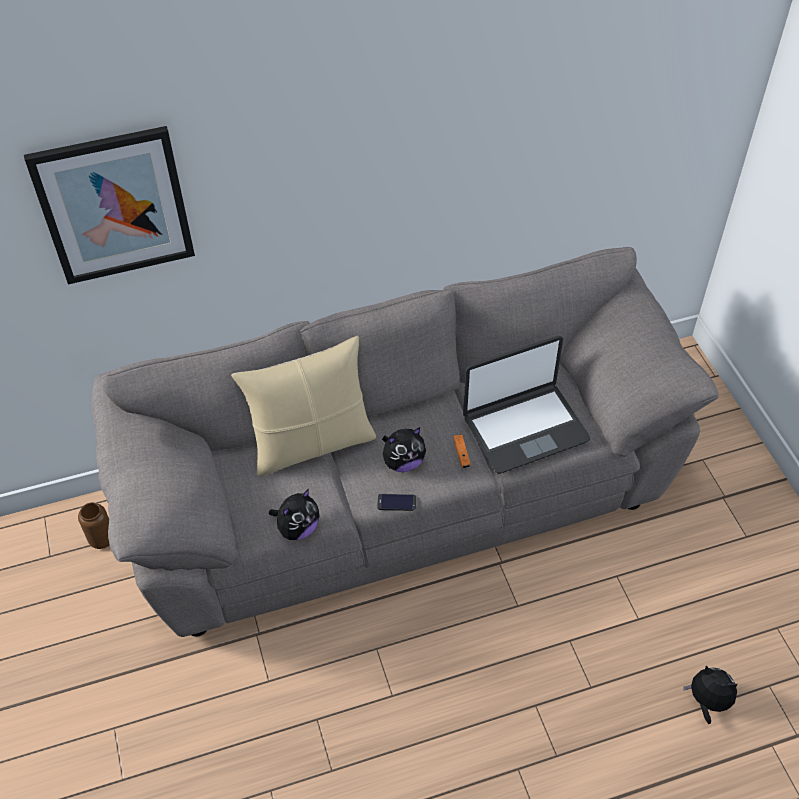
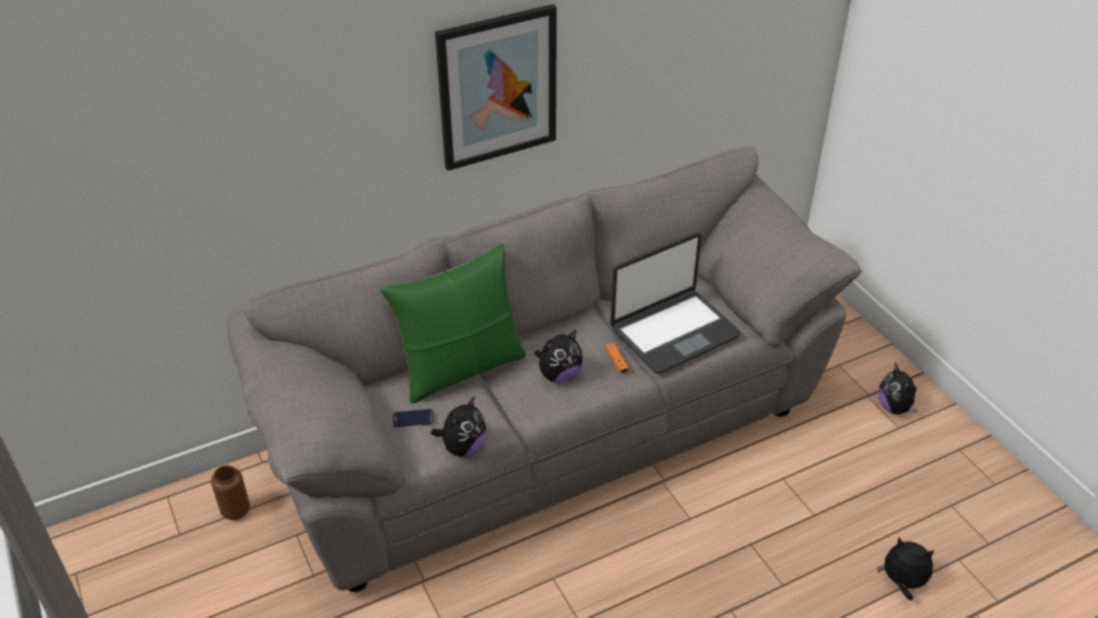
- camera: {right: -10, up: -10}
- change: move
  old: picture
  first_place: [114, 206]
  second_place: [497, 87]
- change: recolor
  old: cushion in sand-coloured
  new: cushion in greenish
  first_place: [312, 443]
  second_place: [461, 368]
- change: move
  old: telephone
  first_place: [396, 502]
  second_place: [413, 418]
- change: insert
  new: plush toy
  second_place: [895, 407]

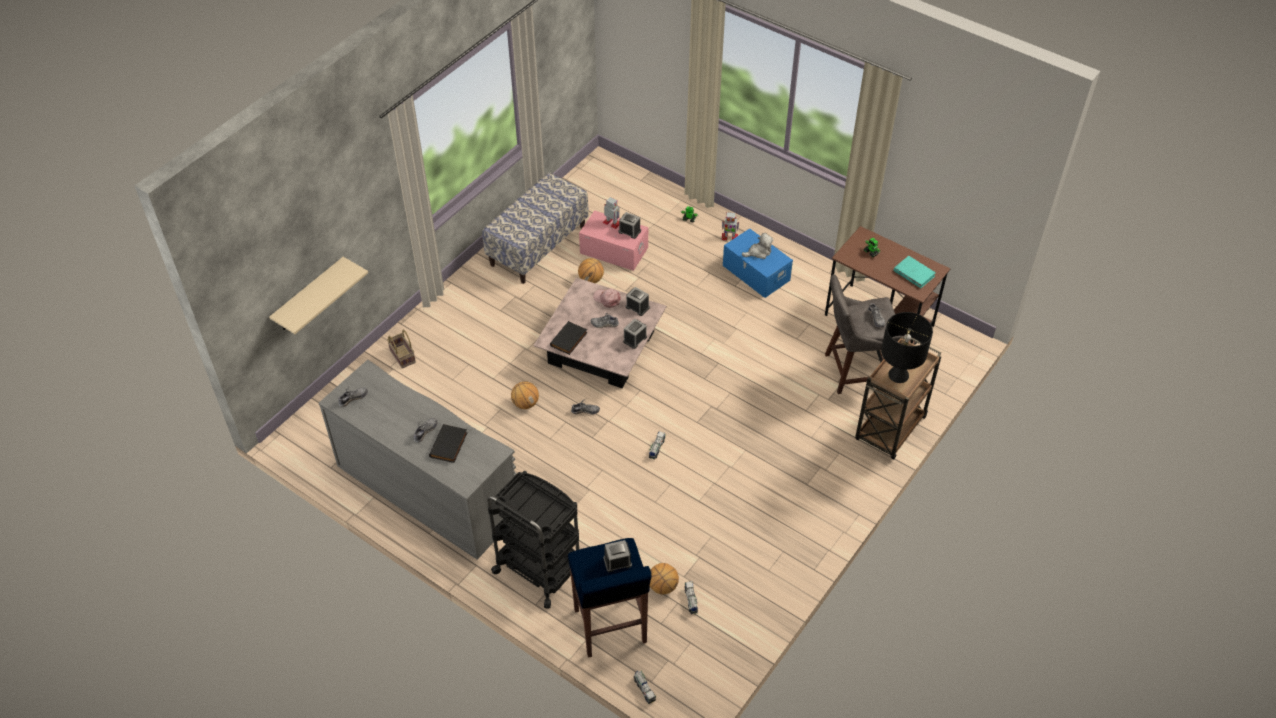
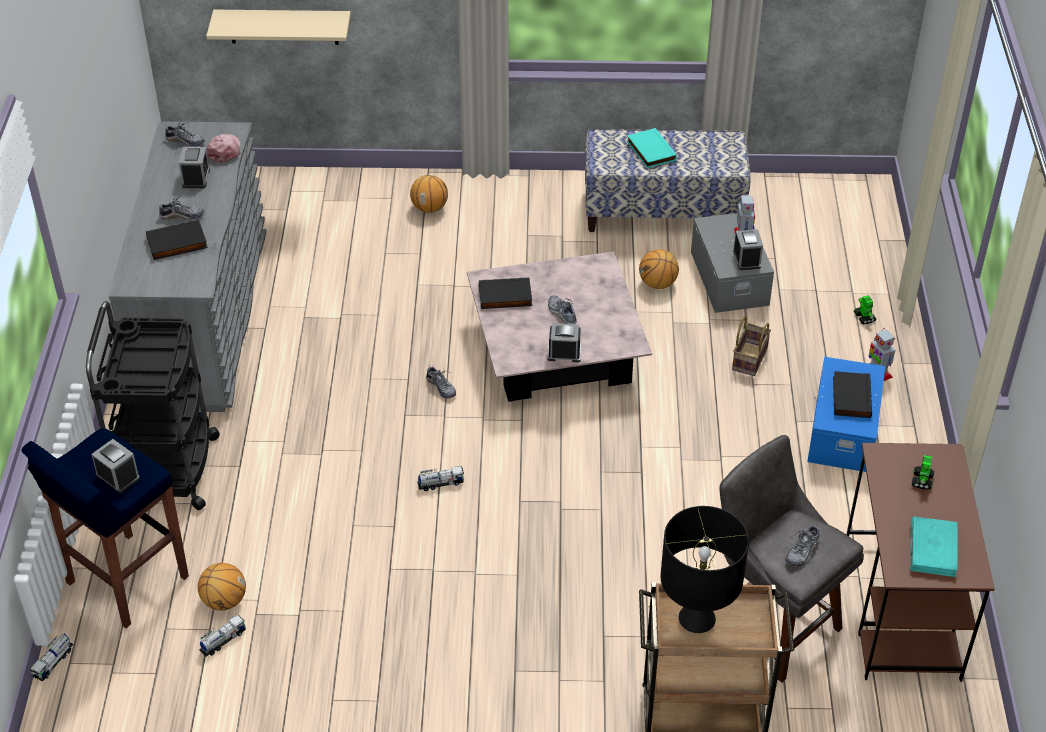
- camera: {right: 55, up: -5}
- change: move
  old: basket
  first_place: [401, 356]
  second_place: [749, 358]
- change: move
  old: ball for basketball
  first_place: [525, 403]
  second_place: [429, 208]
- change: recolor
  old: storage box in pink-coloured
  new: storage box in grey
  first_place: [614, 249]
  second_place: [730, 277]
- change: move
  old: baseball cap in pink-coloured
  first_place: [607, 299]
  second_place: [224, 150]
- change: move
  old: bedside clock
  first_place: [637, 307]
  second_place: [196, 178]
- change: replace
  old: plush toy
  new: volume in black
  first_place: [758, 252]
  second_place: [850, 397]
- change: insert
  new: volume in blue-green
  second_place: [650, 151]

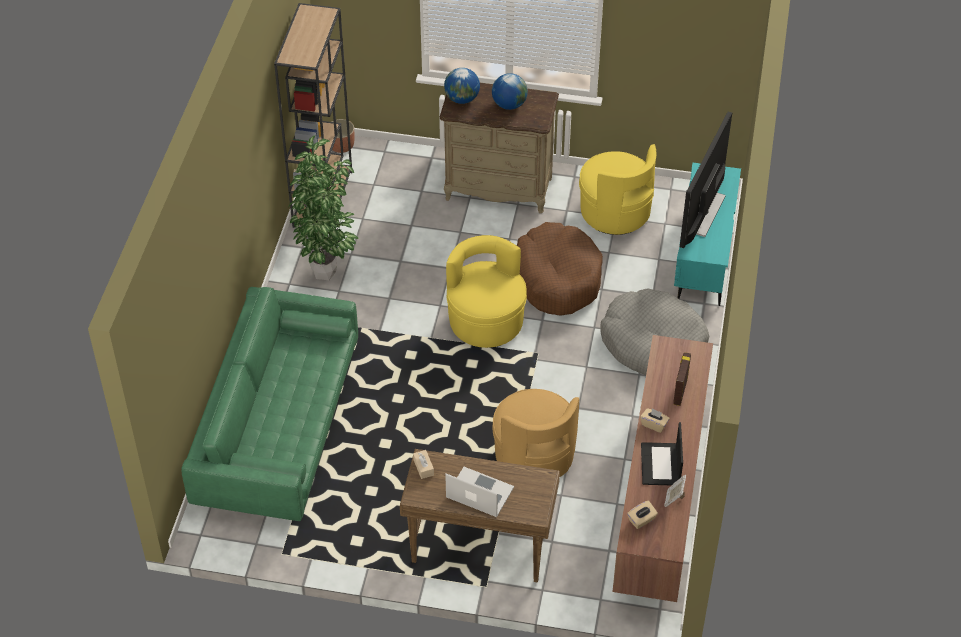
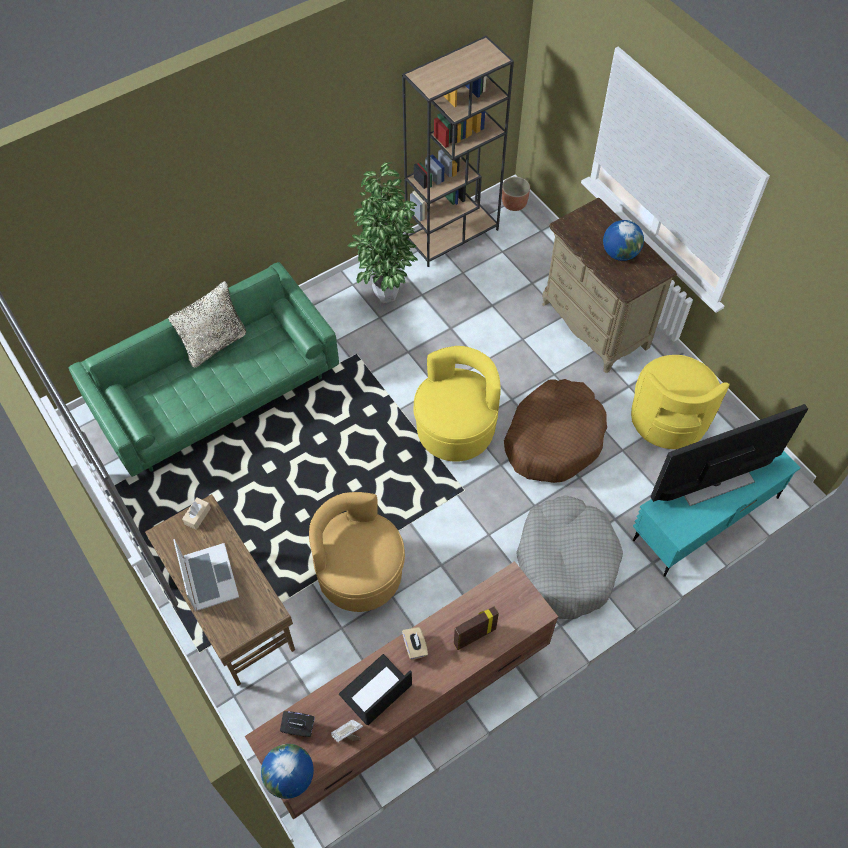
- camera: {right: 45, up: 10}
- change: move
  old: globe
  first_place: [462, 99]
  second_place: [290, 777]
- change: rotate
  old: armchair in sand-coloured
  first_place: [534, 455]
  second_place: [360, 574]
  degrees: 105
- change: recolor
  old: tissue holder in sand-coloured
  new: tissue holder in black
  first_place: [642, 520]
  second_place: [298, 727]
- change: insert
  new: cushion in sand-coloured
  second_place: [215, 345]

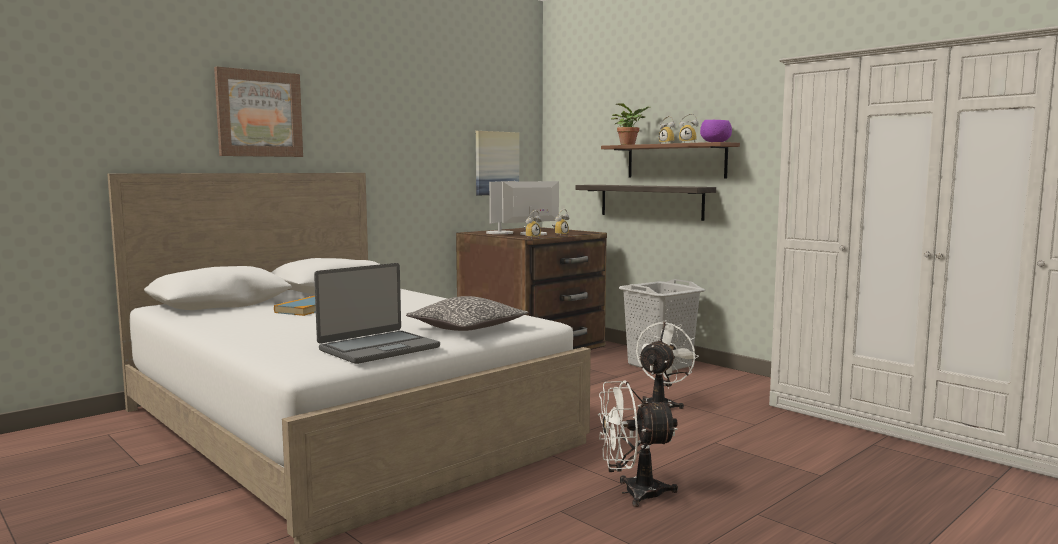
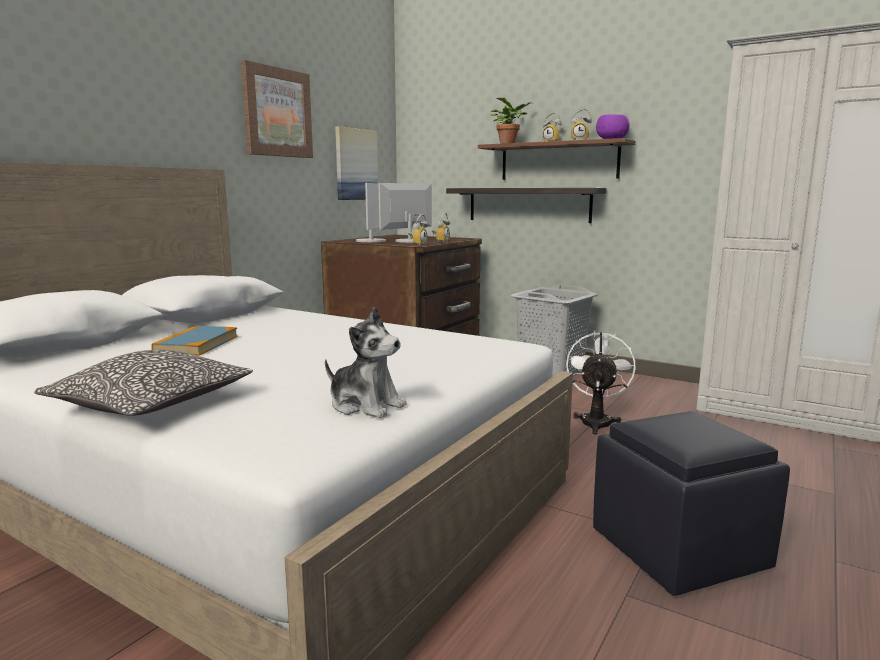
- camera: {right: -15, up: 5}
- change: move
  old: picture
  first_place: [259, 114]
  second_place: [277, 112]
- change: replace
  old: notebook computer
  new: plush toy
  first_place: [378, 348]
  second_place: [365, 405]
- change: move
  old: cushion
  first_place: [467, 328]
  second_place: [151, 404]
- change: replace
  old: fan in whitish
  new: ottoman in black
  first_place: [633, 493]
  second_place: [680, 550]

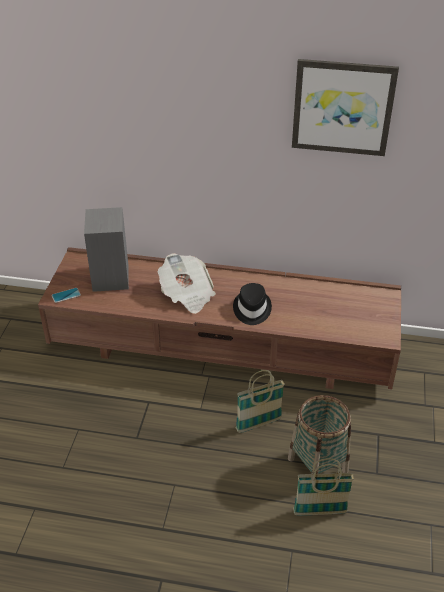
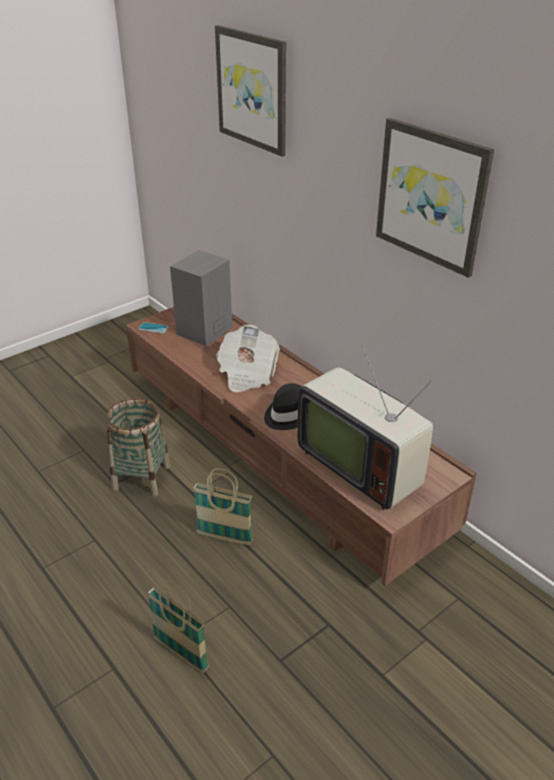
- camera: {right: 40, up: -5}
- change: move
  old: basket
  first_place: [317, 465]
  second_place: [142, 477]
- change: insert
  new: picture
  second_place: [252, 90]
- change: insert
  new: TV set
  second_place: [361, 465]

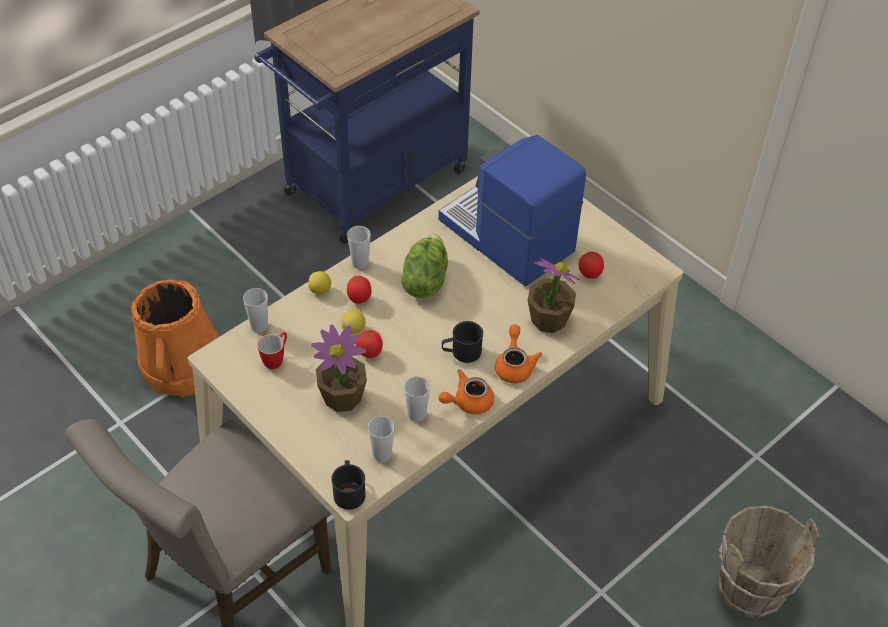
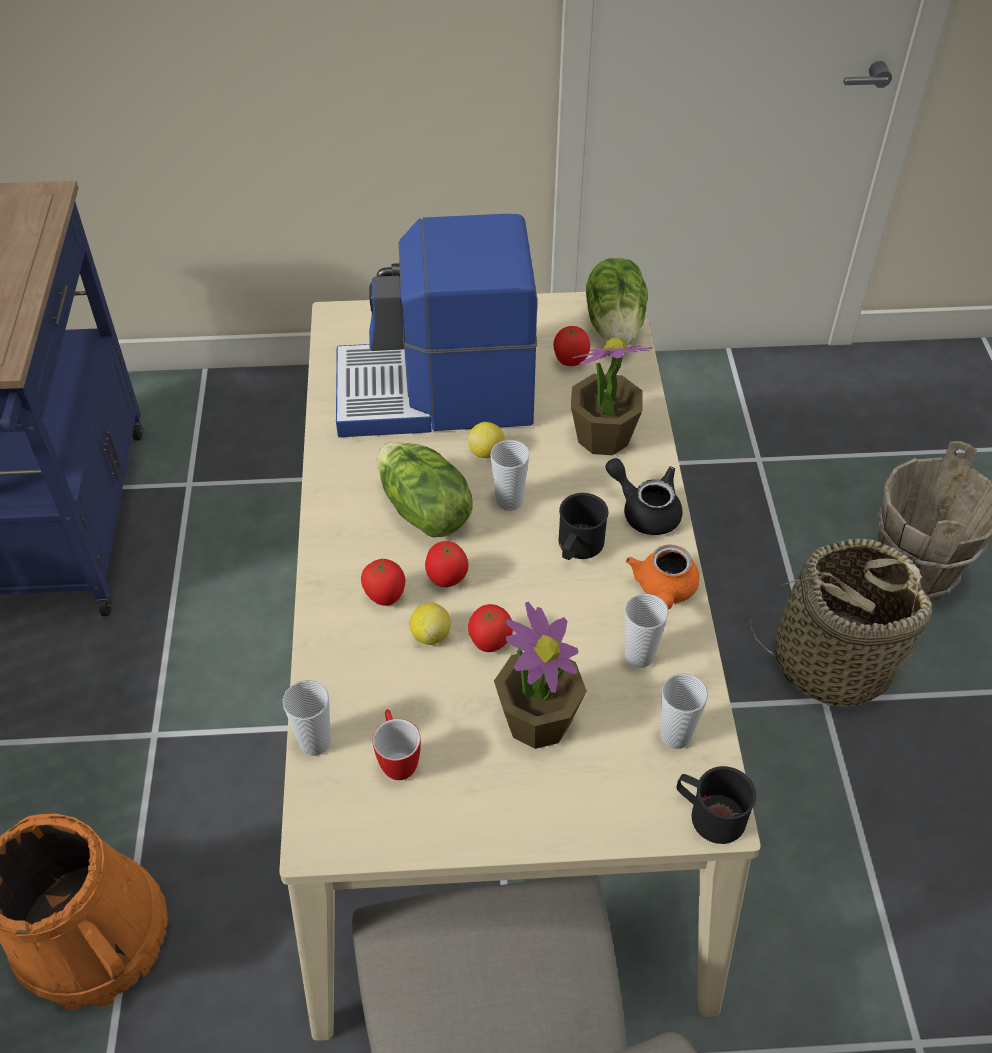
- camera: {right: -50, up: 0}
- change: move
  old: whole lemon
  first_place: [320, 290]
  second_place: [486, 452]
- change: move
  old: drinking cup
  first_place: [360, 263]
  second_place: [509, 501]
- change: recolor
  old: tea pot in orange
  new: tea pot in black
  first_place: [514, 365]
  second_place: [645, 510]
- change: insert
  new: fresh tomato
  second_place: [447, 580]
- change: insert
  new: lettuce head
  second_place: [616, 325]
- change: insert
  new: basket
  second_place: [832, 660]

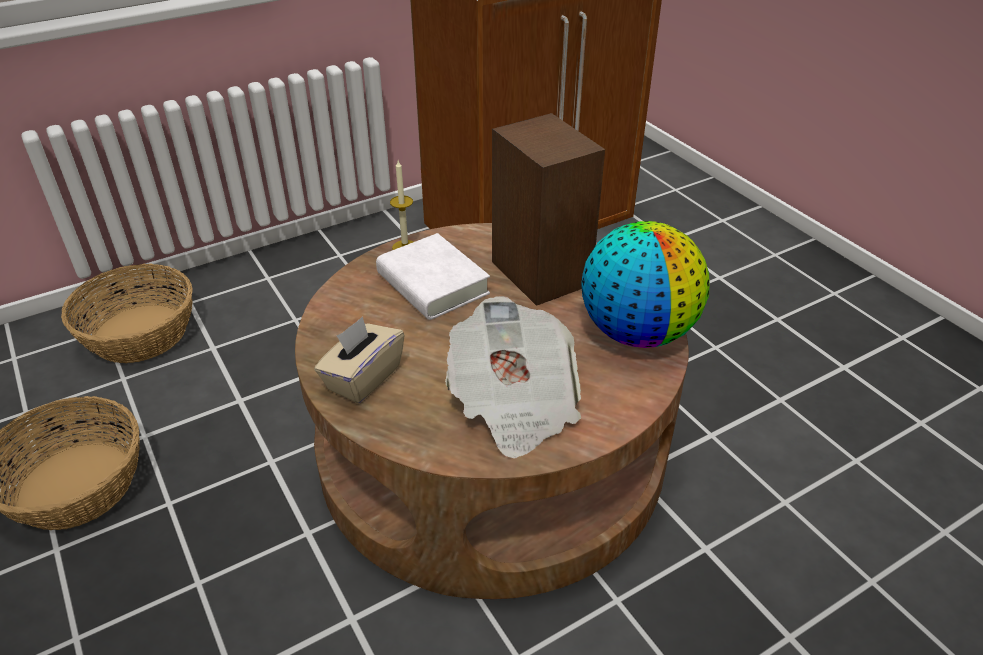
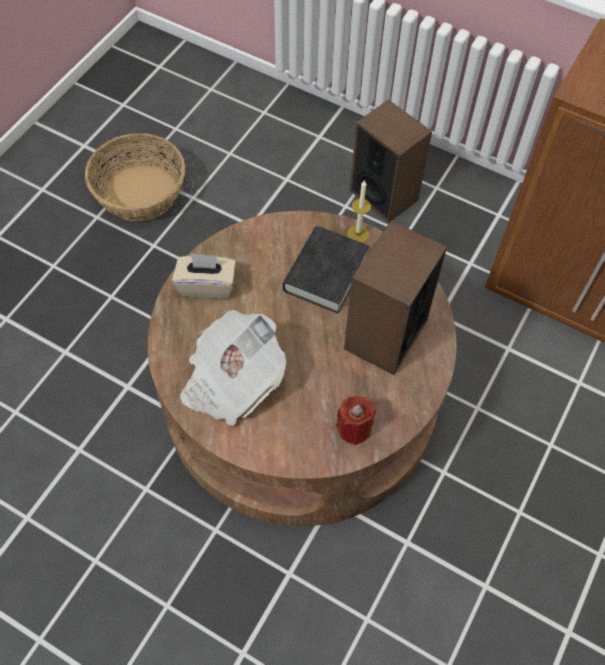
- camera: {right: 60, up: 20}
- change: delete
  old: basket
  first_place: [139, 333]
- change: recolor
  old: volume in whitish
  new: volume in black
  first_place: [432, 284]
  second_place: [326, 273]
- change: replace
  old: globe
  new: wax light in red
  first_place: [637, 332]
  second_place: [354, 428]
- change: insert
  new: loudspeaker
  second_place: [384, 194]

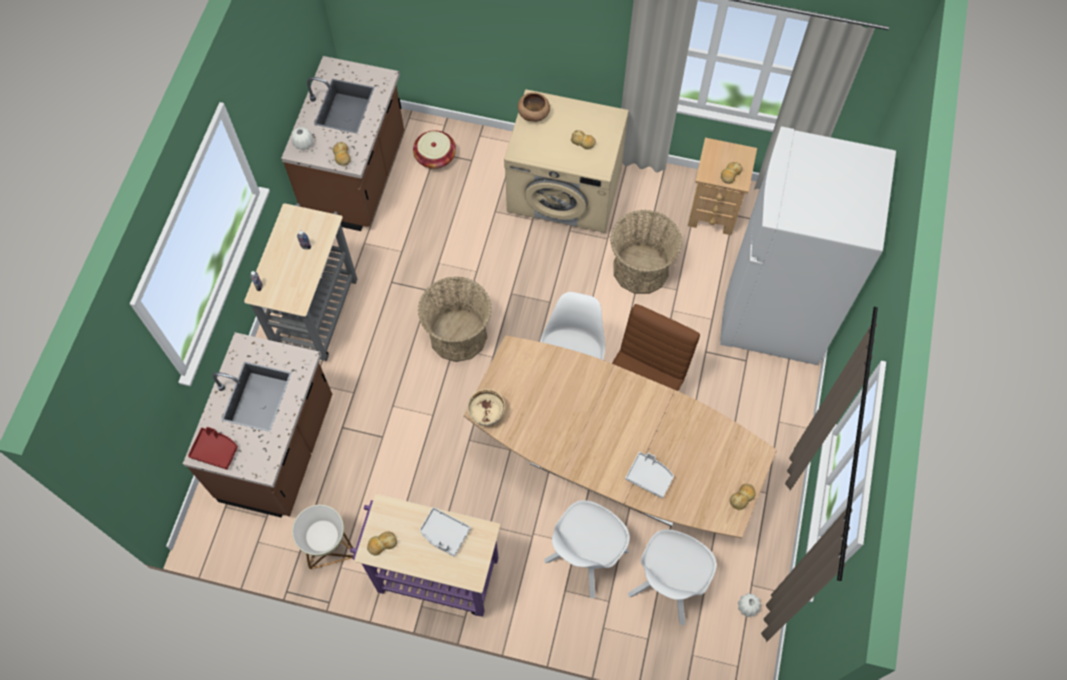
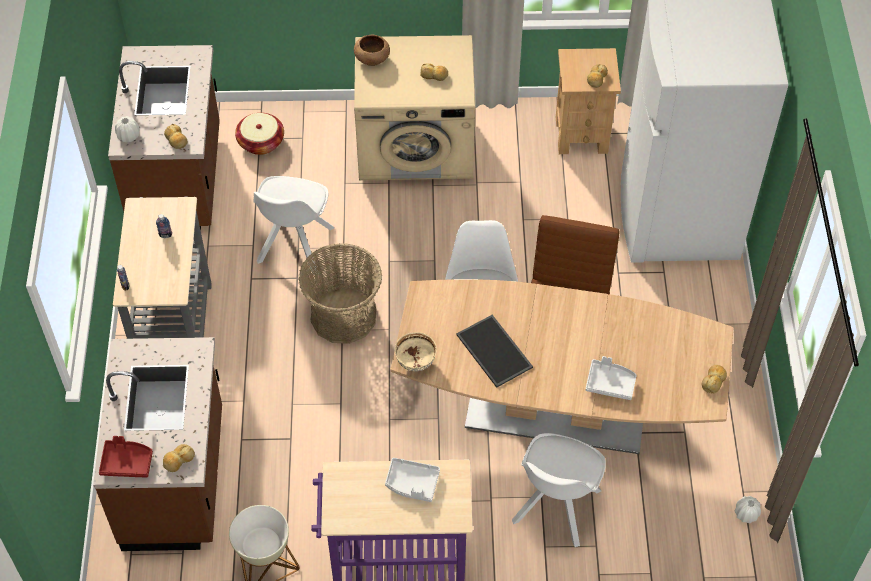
- camera: {right: -15, up: -10}
- change: move
  old: bread
  first_place: [382, 544]
  second_place: [178, 460]
- change: delete
  old: basket
  first_place: [641, 269]
- change: move
  old: chair in whitish
  first_place: [667, 585]
  second_place: [294, 246]
- change: insert
  new: carrying tray
  second_place: [495, 351]

